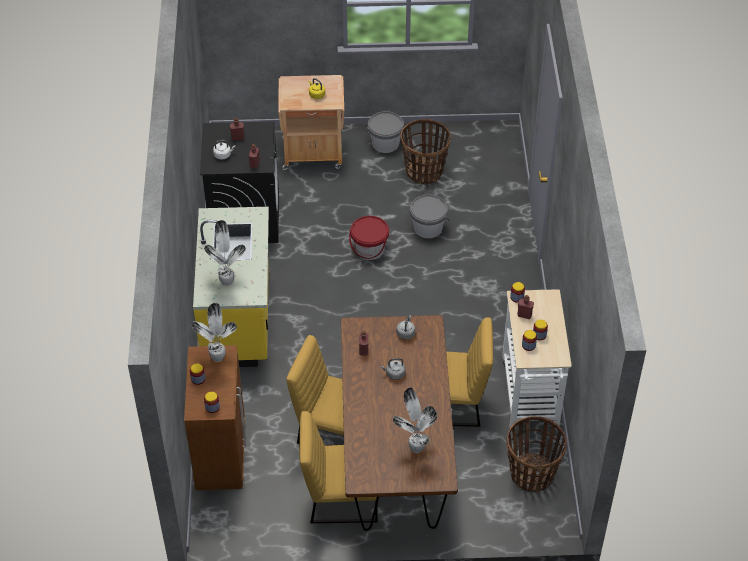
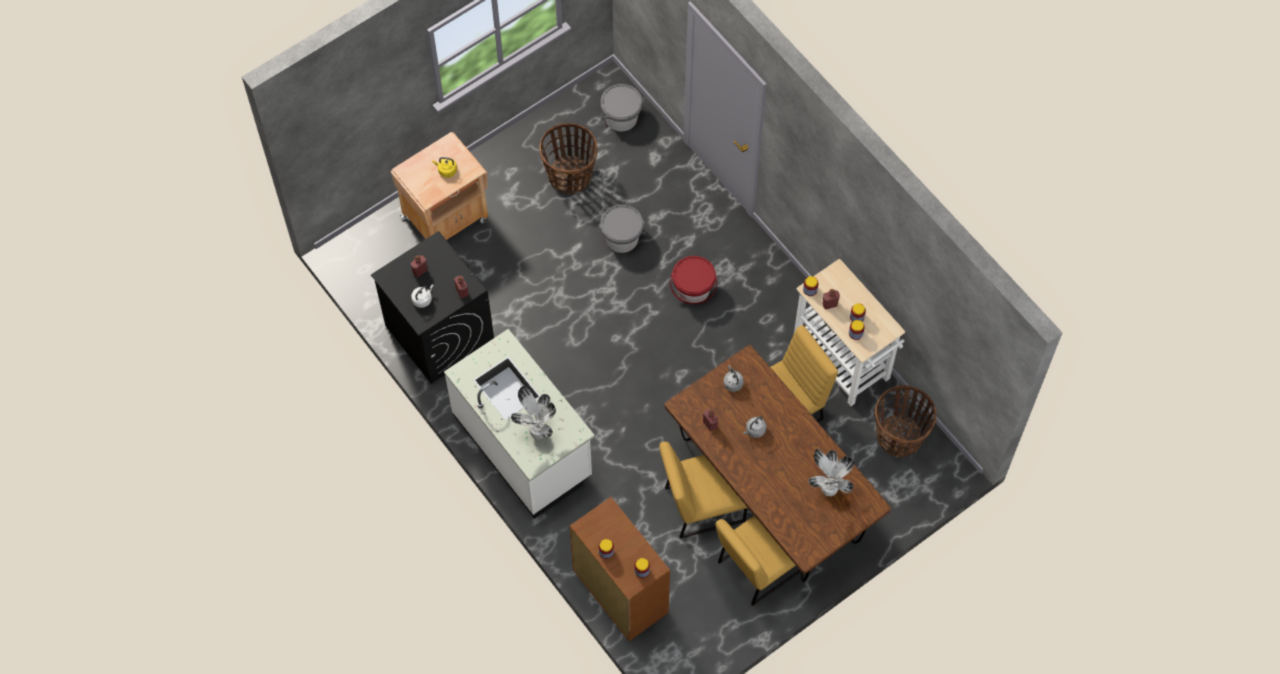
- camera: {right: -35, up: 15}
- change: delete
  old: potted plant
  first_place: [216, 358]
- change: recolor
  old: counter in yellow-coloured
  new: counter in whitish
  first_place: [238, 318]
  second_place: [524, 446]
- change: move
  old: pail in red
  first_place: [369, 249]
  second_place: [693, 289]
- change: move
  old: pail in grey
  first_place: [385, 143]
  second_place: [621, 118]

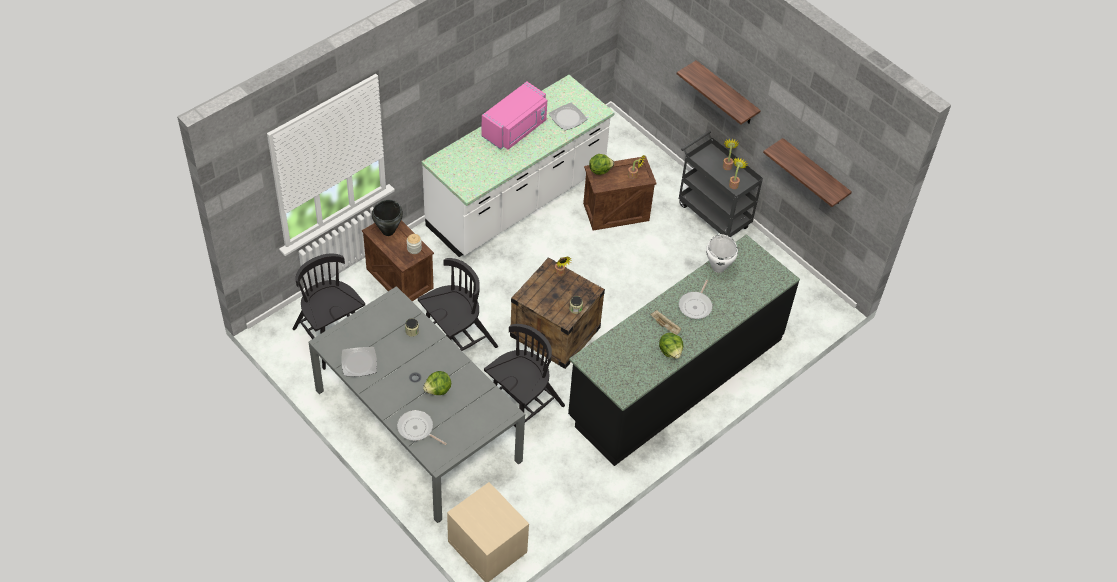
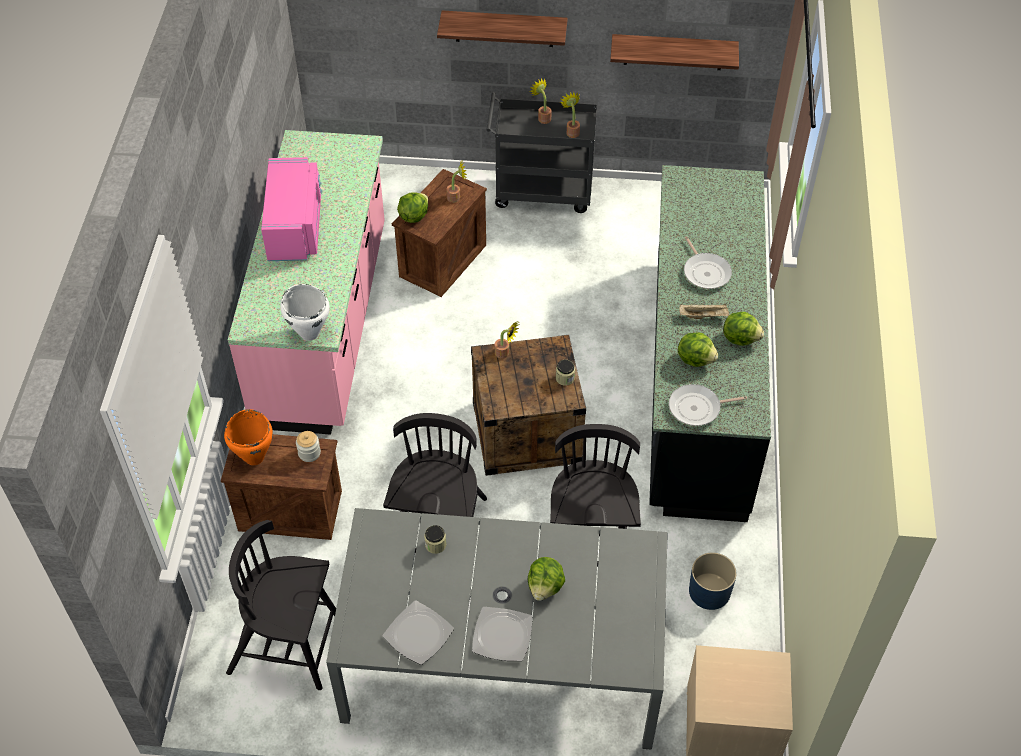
- camera: {right: -40, up: 0}
- change: recolor
  old: cooking pot in black
  new: cooking pot in orange
  first_place: [388, 231]
  second_place: [254, 457]
- change: move
  old: skillet
  first_place: [417, 429]
  second_place: [697, 408]
- change: recolor
  old: counter in whitish
  new: counter in pink-coloured
  first_place: [517, 200]
  second_place: [324, 324]
- change: move
  old: dinner plate
  first_place: [567, 117]
  second_place: [502, 635]
- change: move
  old: cooking pot in whitish
  first_place: [718, 267]
  second_place: [309, 333]
- change: insert
  new: lettuce head
  second_place: [695, 359]
- change: insert
  new: plant pot in bluish
  second_place: [709, 591]

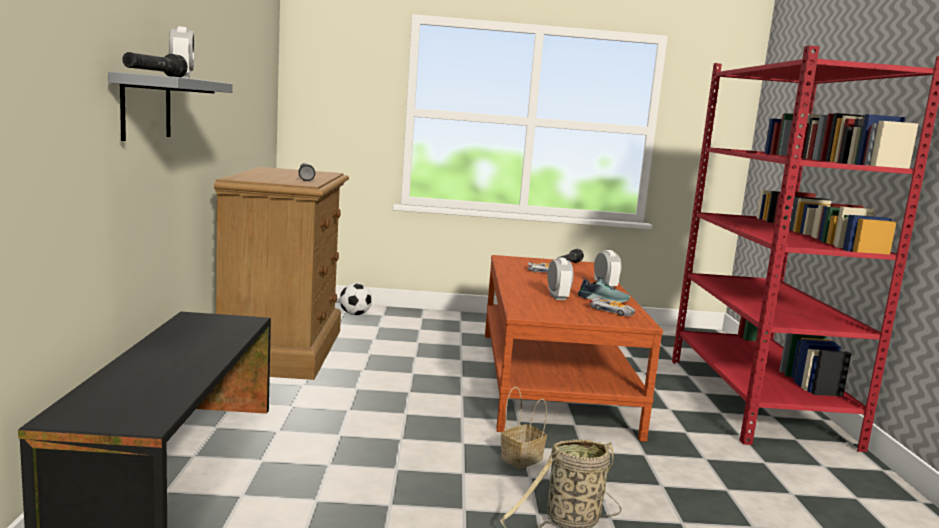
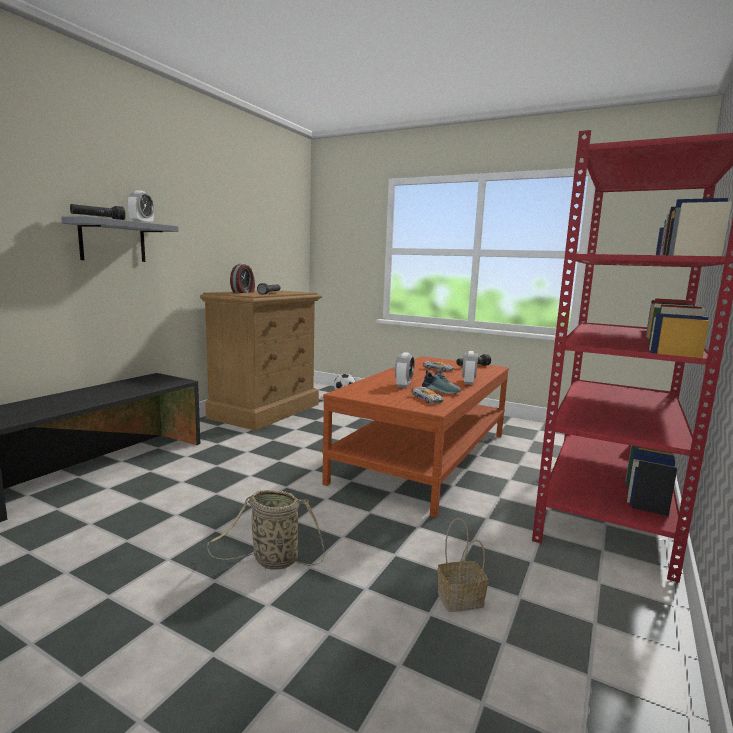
- camera: {right: 30, up: 0}
- change: move
  old: basket
  first_place: [521, 458]
  second_place: [461, 598]
- change: insert
  new: bedside clock
  second_place: [243, 292]

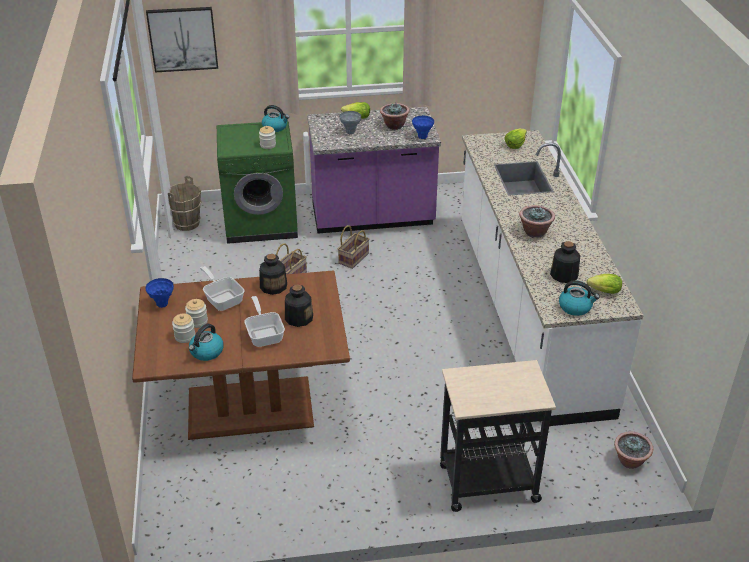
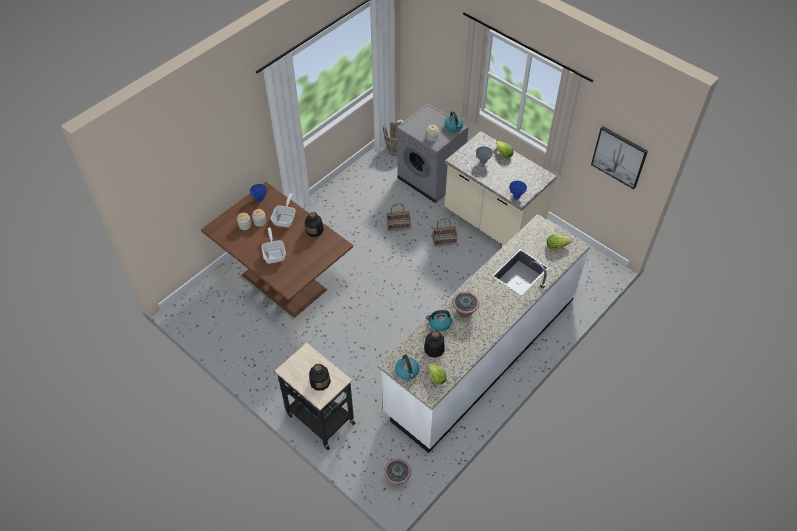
- camera: {right: 50, up: 15}
- change: move
  old: picture
  first_place: [183, 39]
  second_place: [619, 157]
- change: move
  old: tea kettle
  first_place: [206, 352]
  second_place: [439, 323]
- change: recolor
  old: laundry appliance in greenish
  new: laundry appliance in grey
  first_place: [261, 225]
  second_place: [429, 179]
- change: rotate
  old: skillet
  first_place: [264, 334]
  second_place: [274, 253]
  degrees: -45
- change: move
  old: drink bottle
  first_place: [298, 318]
  second_place: [320, 381]
- change: recolor
  old: counter in purple
  new: counter in sand-coloured
  first_place: [372, 217]
  second_place: [492, 222]
- change: delete
  old: potted plant
  first_place: [394, 126]

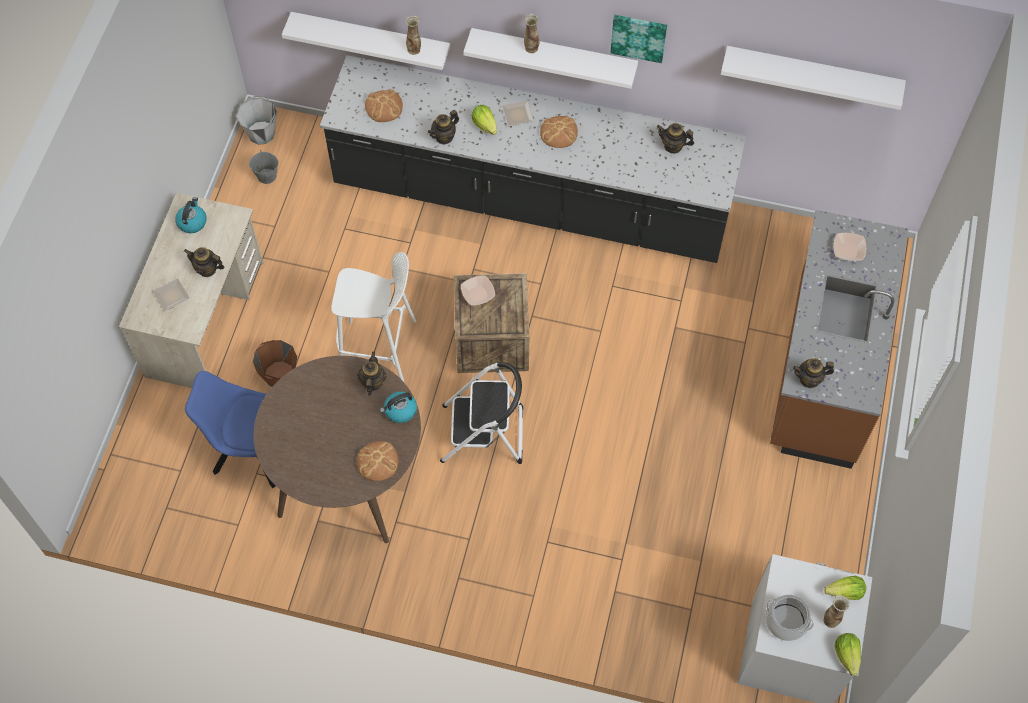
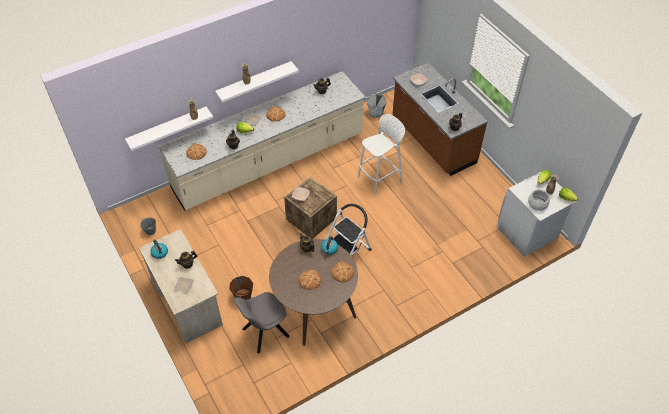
- camera: {right: -45, up: -10}
- change: recolor
  old: chair in bluish
  new: chair in grey
  first_place: [251, 453]
  second_place: [265, 332]
- change: move
  old: pail in grey
  first_place: [261, 133]
  second_place: [375, 112]
- change: recolor
  old: counter in black
  new: counter in sand-coloured
  first_place: [531, 199]
  second_place: [269, 162]
- change: move
  old: sitting stool in whitish
  first_place: [380, 349]
  second_place: [379, 178]
- change: delete
  old: picture
  first_place: [639, 37]
- change: delete
  old: shelf in whitish
  first_place: [812, 74]
- change: insert
  new: bread
  second_place: [310, 280]

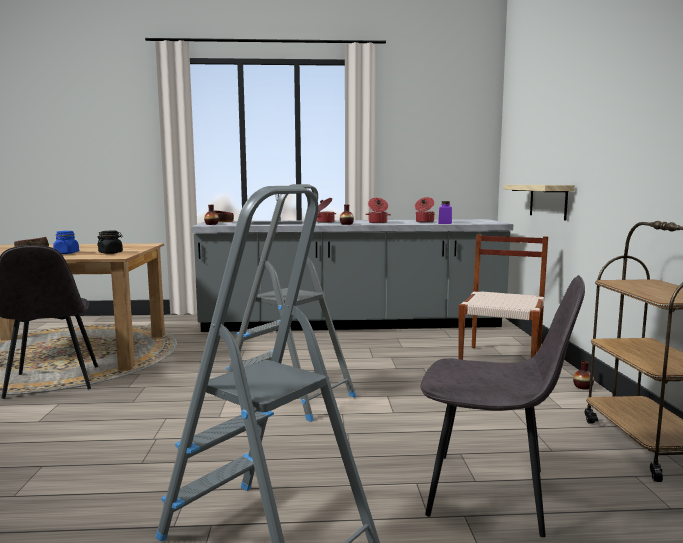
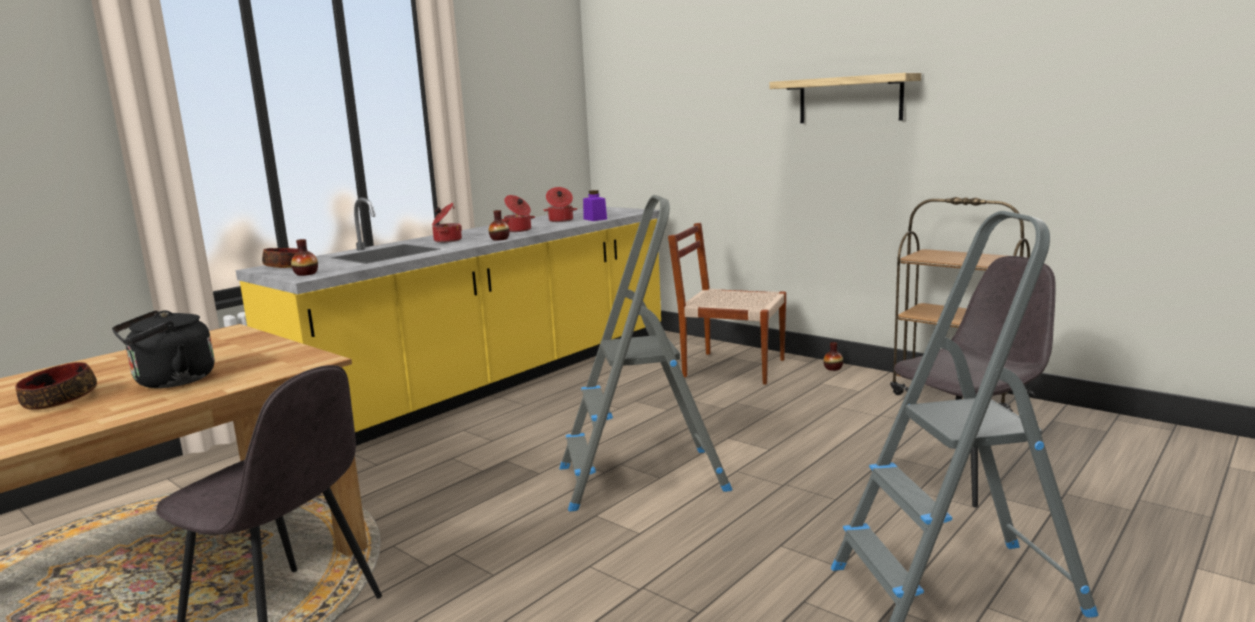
- camera: {right: -45, up: 5}
- change: replace
  old: jar in bluish
  new: tea kettle in black
  first_place: [66, 253]
  second_place: [170, 382]
- change: delete
  old: jar in black
  first_place: [110, 253]
- change: recolor
  old: counter in grey
  new: counter in yellow-coloured
  first_place: [352, 324]
  second_place: [496, 380]
- change: rotate
  old: chair
  first_place: [501, 361]
  second_place: [731, 368]
  degrees: -45
- change: move
  old: shelf
  first_place: [548, 201]
  second_place: [850, 99]

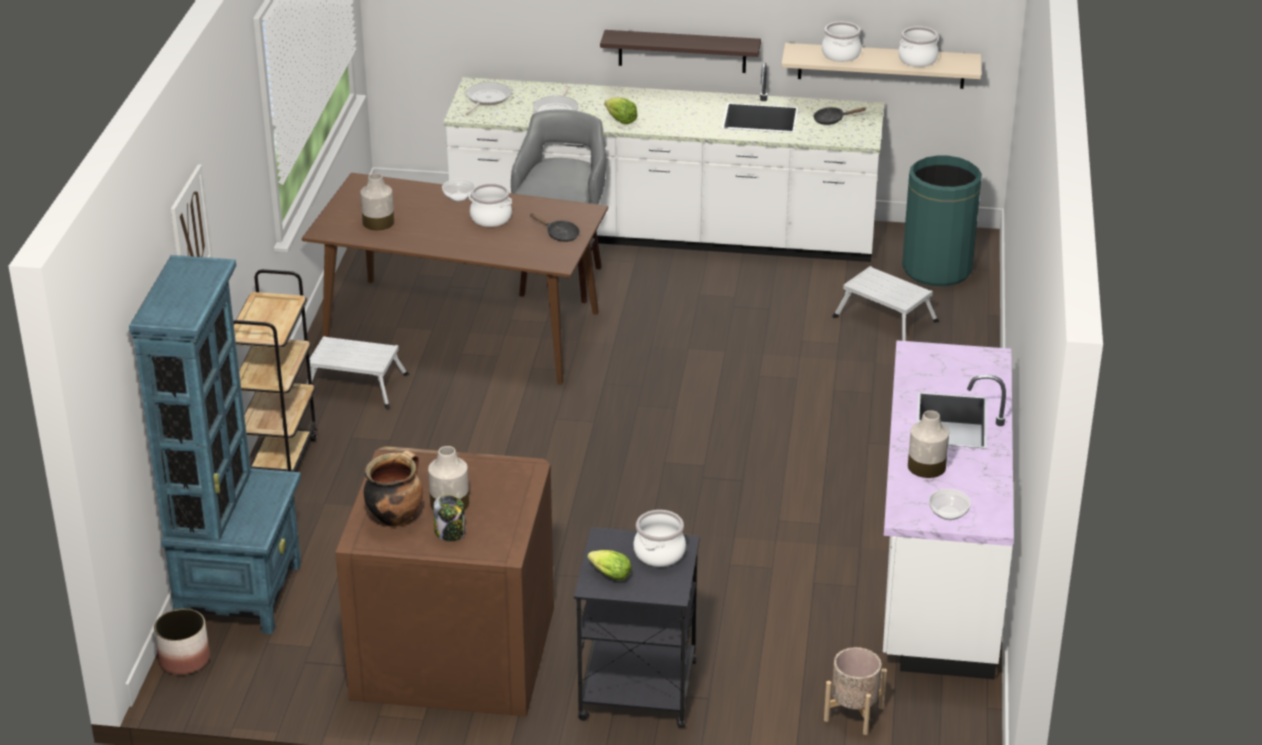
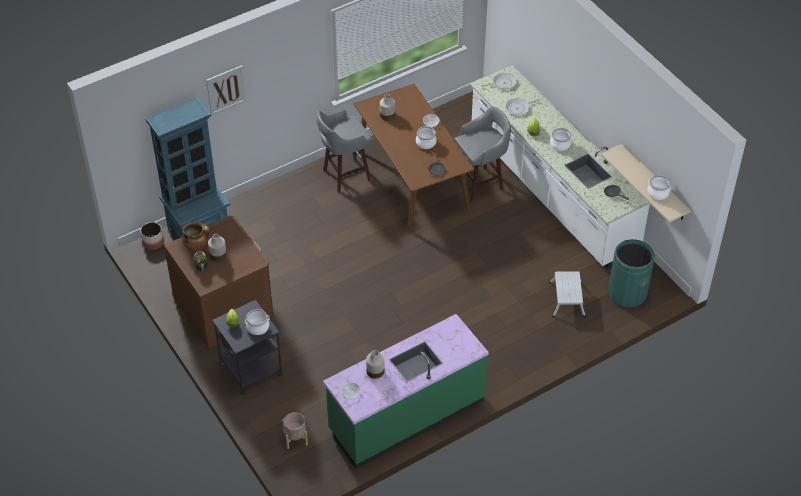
- camera: {right: 50, up: 15}
- change: delete
  old: trolley in brown
  first_place: [281, 461]
- change: replace
  old: stepladder in whitish
  new: sitting stool in grey
  first_place: [354, 385]
  second_place: [344, 175]
- change: delete
  old: shelf
  first_place: [682, 51]
- change: move
  old: cooking pot
  first_place: [840, 55]
  second_place: [560, 145]
- change: recolor
  old: counter in whitish
  new: counter in greenish
  first_place: [937, 571]
  second_place: [406, 415]

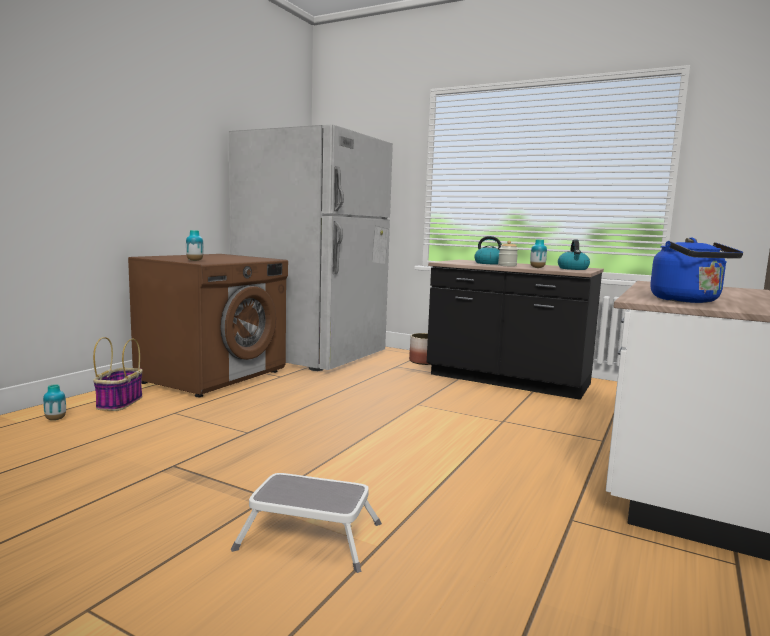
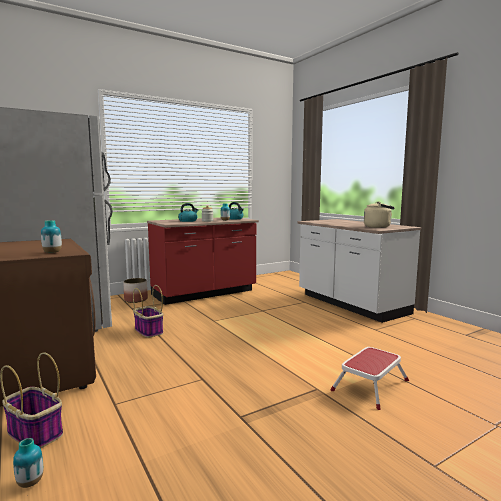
- camera: {right: -60, up: 0}
- change: recolor
  old: stepladder in grey
  new: stepladder in red
  first_place: [310, 536]
  second_place: [370, 385]
- change: recolor
  old: counter in black
  new: counter in red
  first_place: [507, 380]
  second_place: [204, 293]
- change: recolor
  old: tea kettle in bluish
  new: tea kettle in sand-coloured
  first_place: [688, 301]
  second_place: [379, 227]
- change: insert
  new: basket
  second_place: [148, 331]

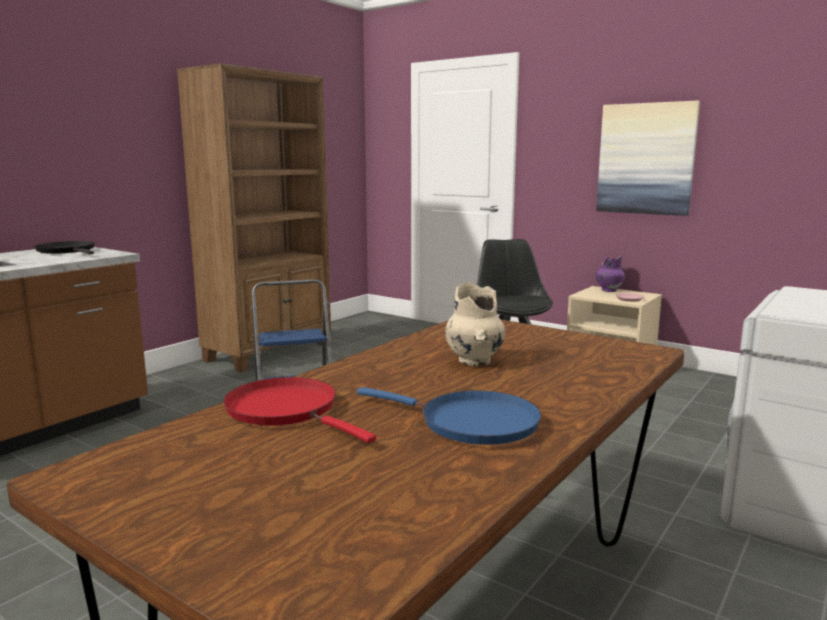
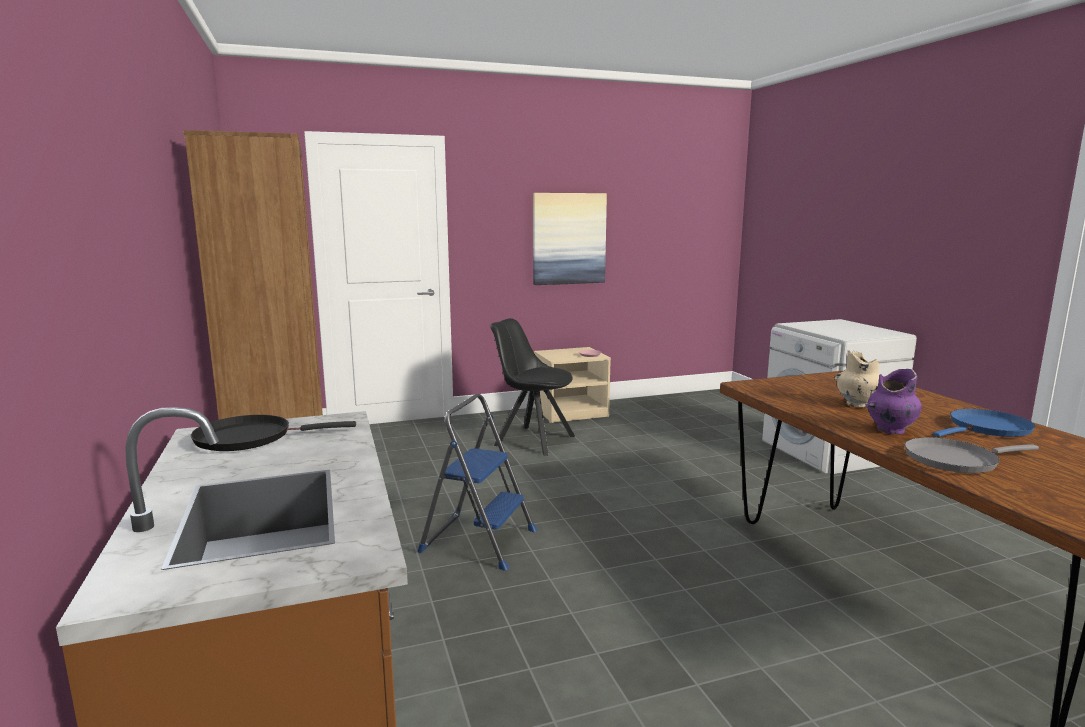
- camera: {right: -55, up: 0}
- change: recolor
  old: skillet in red
  new: skillet in grey
  first_place: [287, 410]
  second_place: [954, 460]
- change: move
  old: vase in purple
  first_place: [608, 290]
  second_place: [890, 430]

